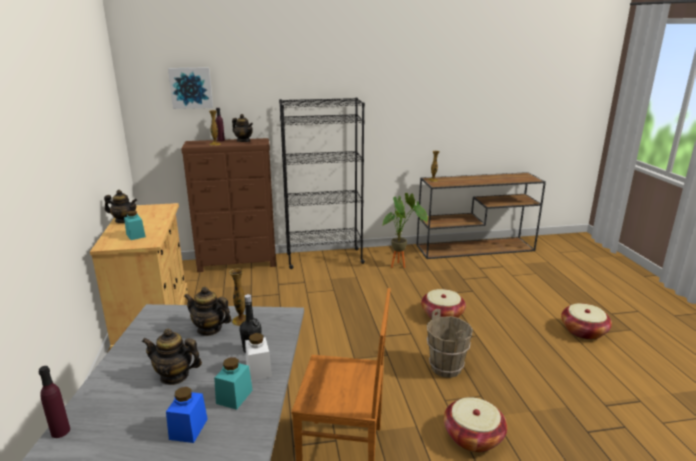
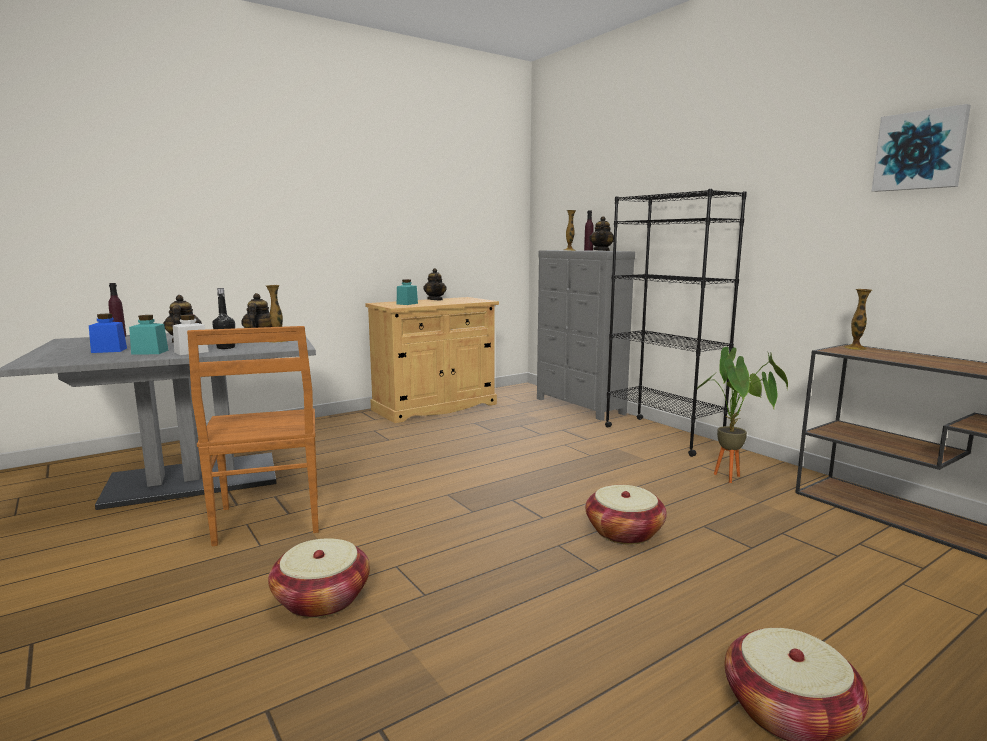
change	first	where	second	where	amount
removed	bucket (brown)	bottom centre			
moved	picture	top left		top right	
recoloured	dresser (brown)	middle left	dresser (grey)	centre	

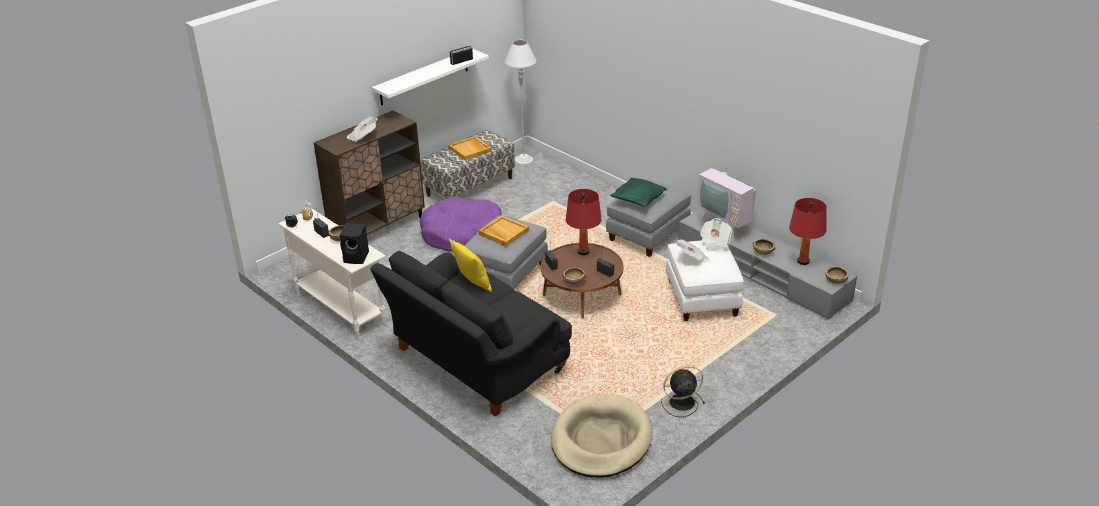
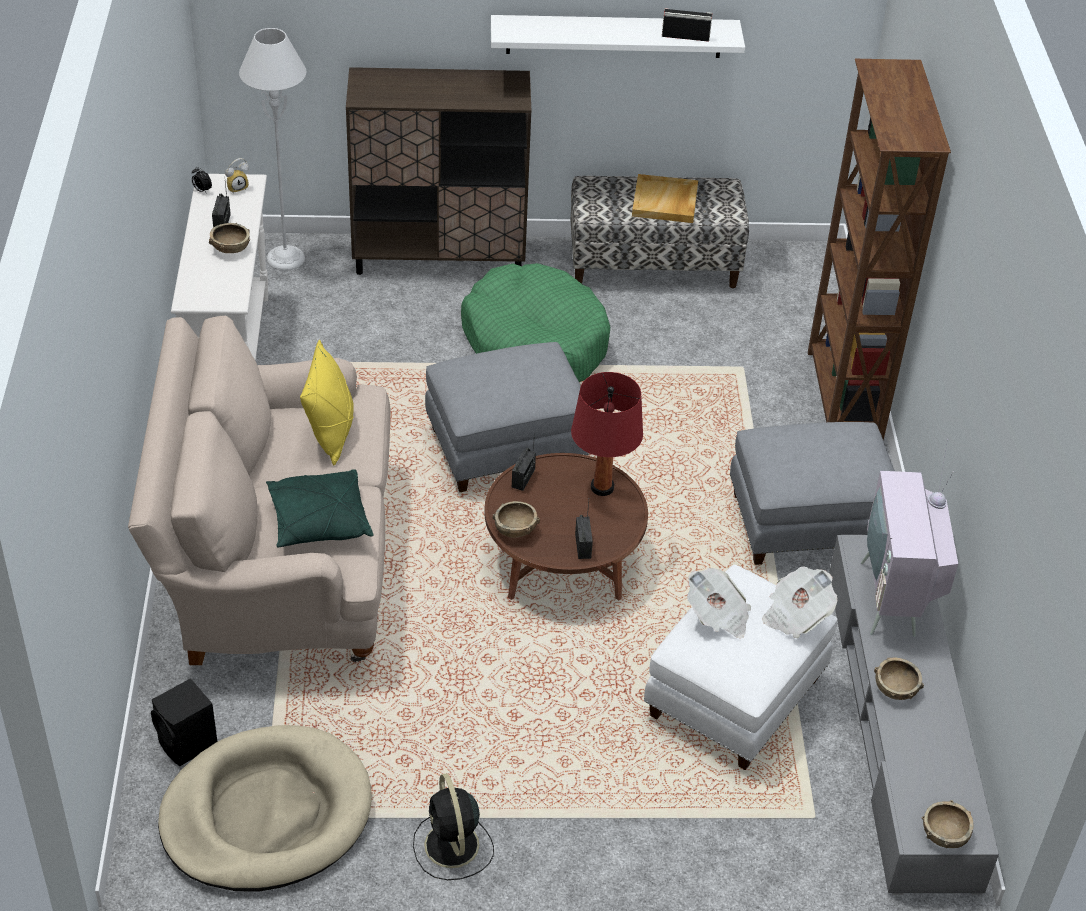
change	first	where	second	where	amount
removed	newspaper (1st from left)	top left			
removed	tray (beige) (2nd from left)	centre			
removed	table lamp (red) (2nd from left)	middle right			
added			bookcase (brown)	top right	
moved	speaker (black)	middle left		bottom left	
moved	floor lamp (grey)	top centre		top left	
moved	pillow (green)	centre		middle left	
recoloured	sofa (black)	centre	sofa (beige)	middle left	
recoloured	dog bed (purple)	centre	dog bed (green)	centre	
turned	fan (black)	bottom centre		bottom centre	135 degrees counterclockwise

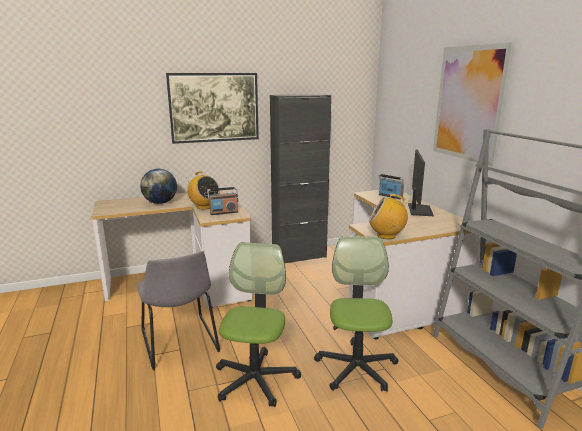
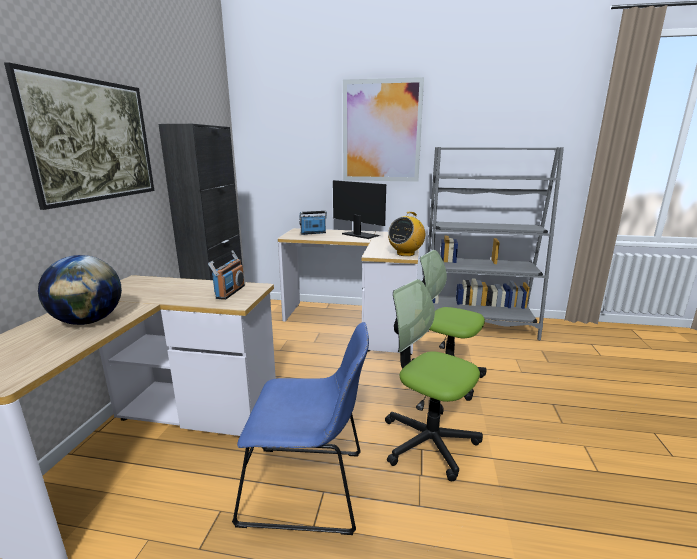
change	first	where	second	where	amount
removed	radio (1st from left)	centre			
recoloured	chair (grey)	bottom left	chair (blue)	bottom centre	

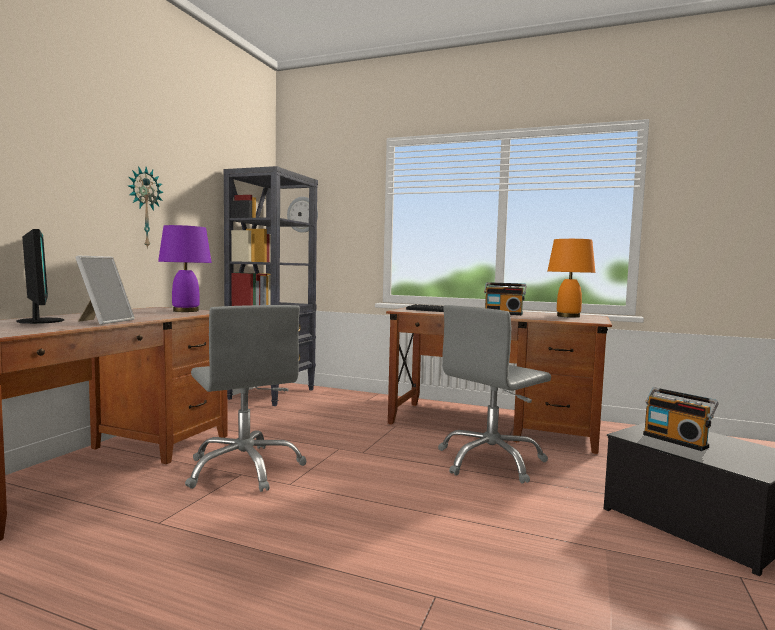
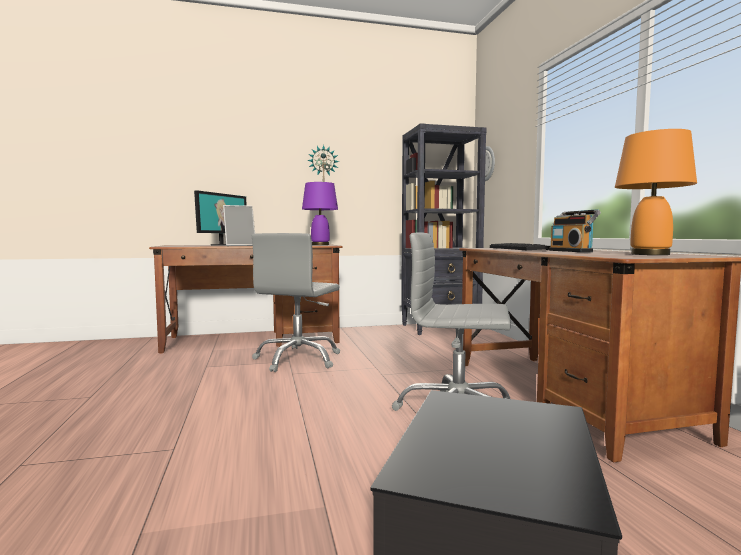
change	first	where	second	where	amount
removed	radio (2nd from left)	middle right			

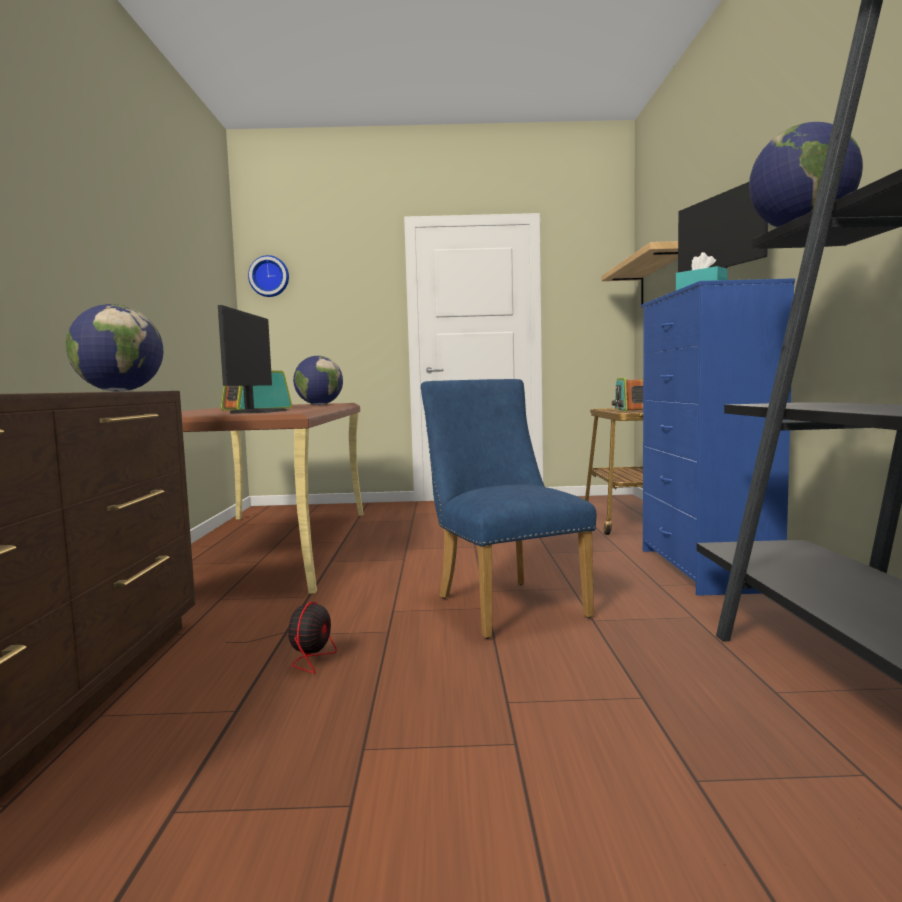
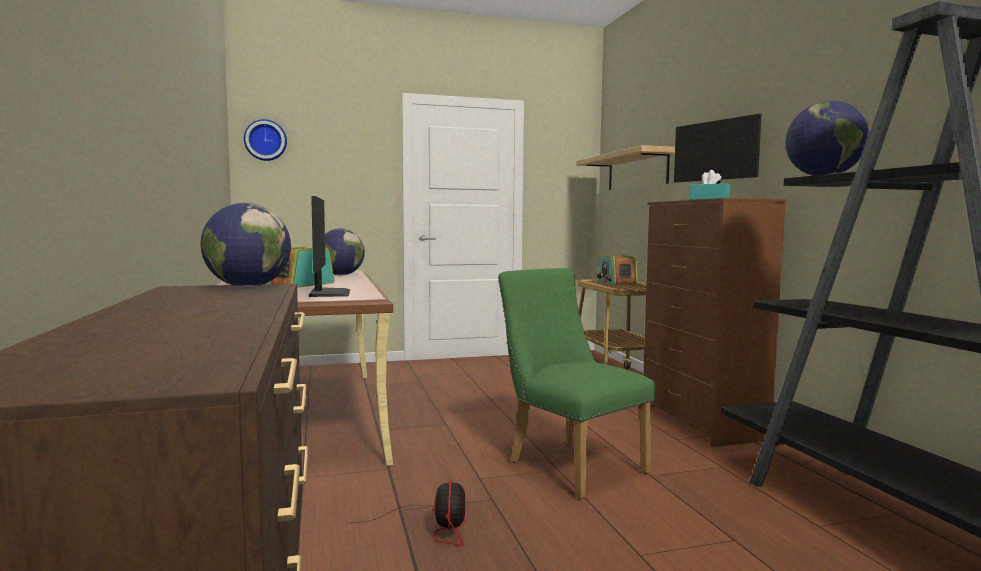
change	first	where	second	where	amount
recoloured	chair (blue)	centre	chair (green)	bottom centre	
recoloured	dresser (blue)	middle right	dresser (brown) (2nd from left)	middle right	

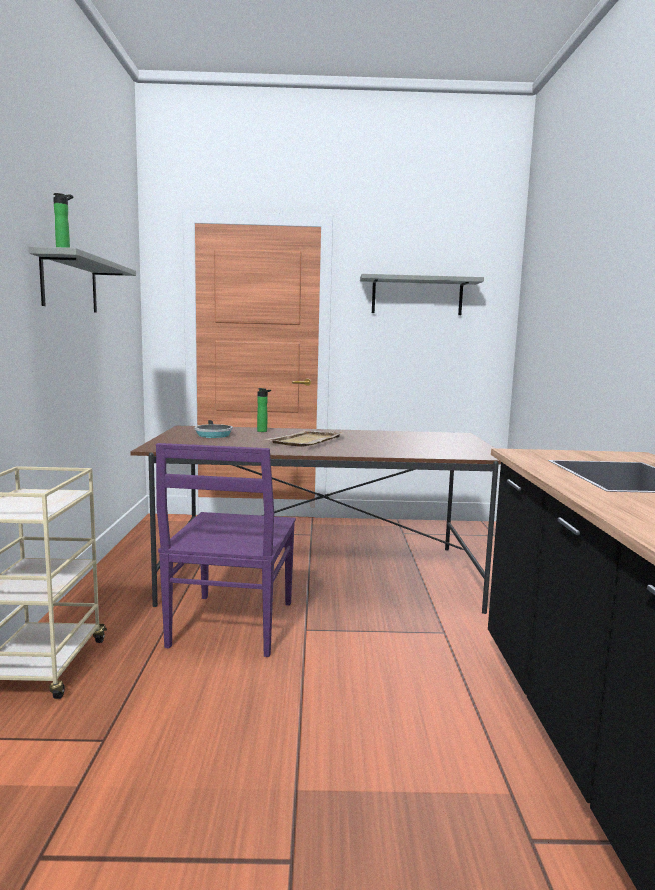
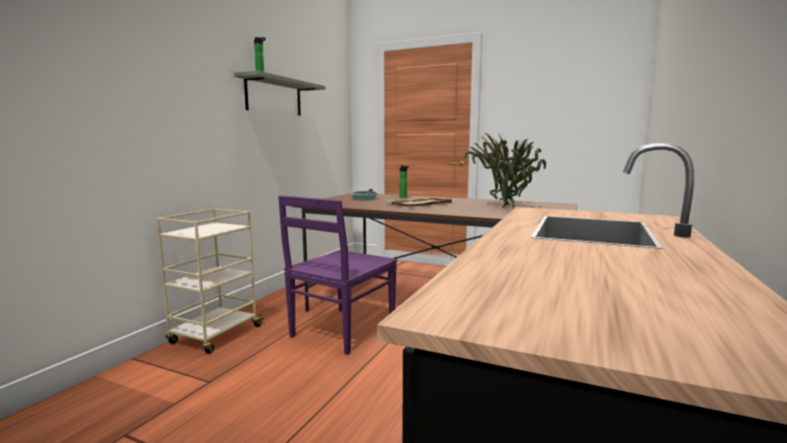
change	first	where	second	where	amount
removed	shelf (grey) (2nd from left)	top centre			
added			potted plant	centre	

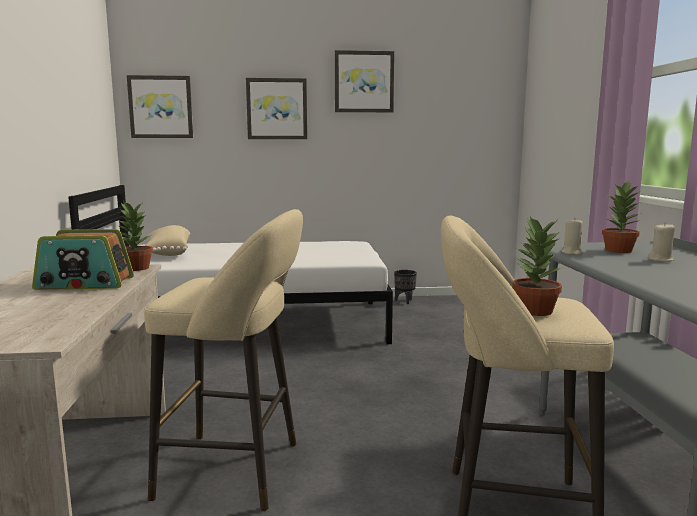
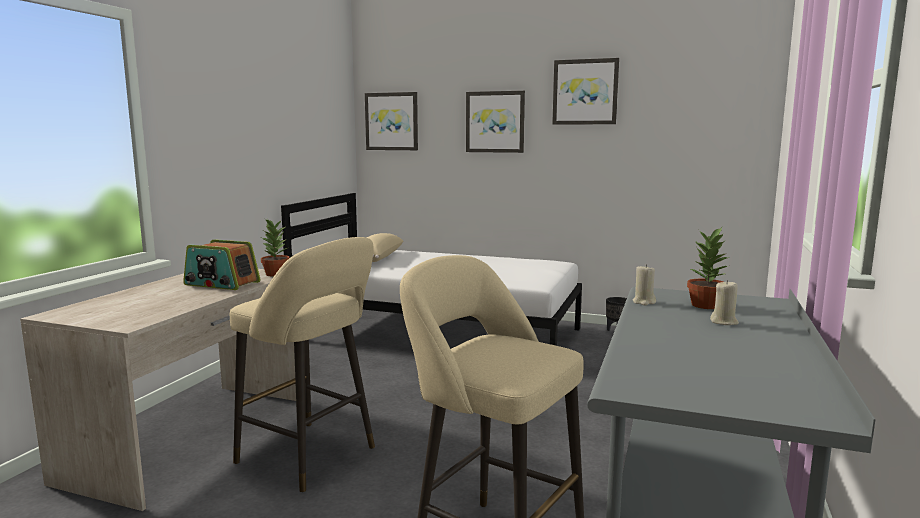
change	first	where	second	where	amount
removed	potted plant (2nd from left)	middle right			

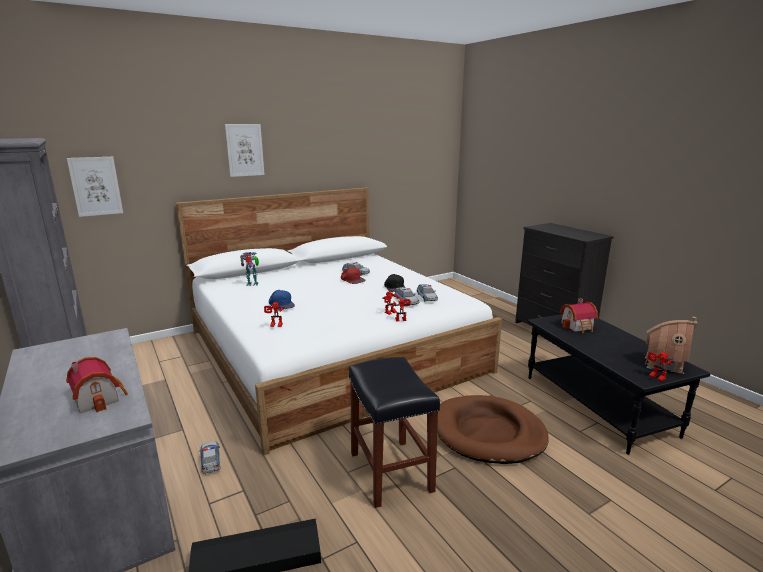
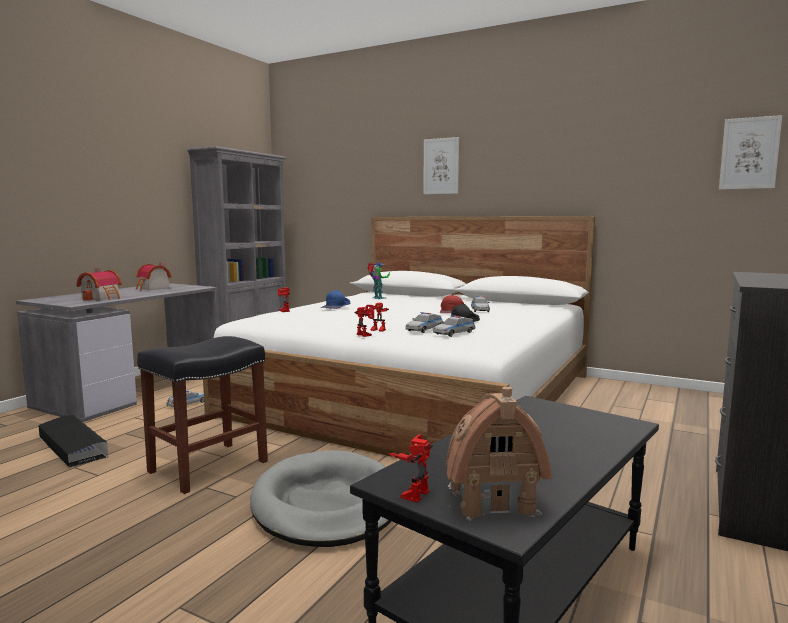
change	first	where	second	where	amount
moved	picture (1st from left in the first image)	top left	picture (2nd from left)	top right	
moved	toy house (2nd from left)	middle right		middle left	
recoloured	dog bed (brown)	bottom centre	dog bed (grey)	bottom centre	

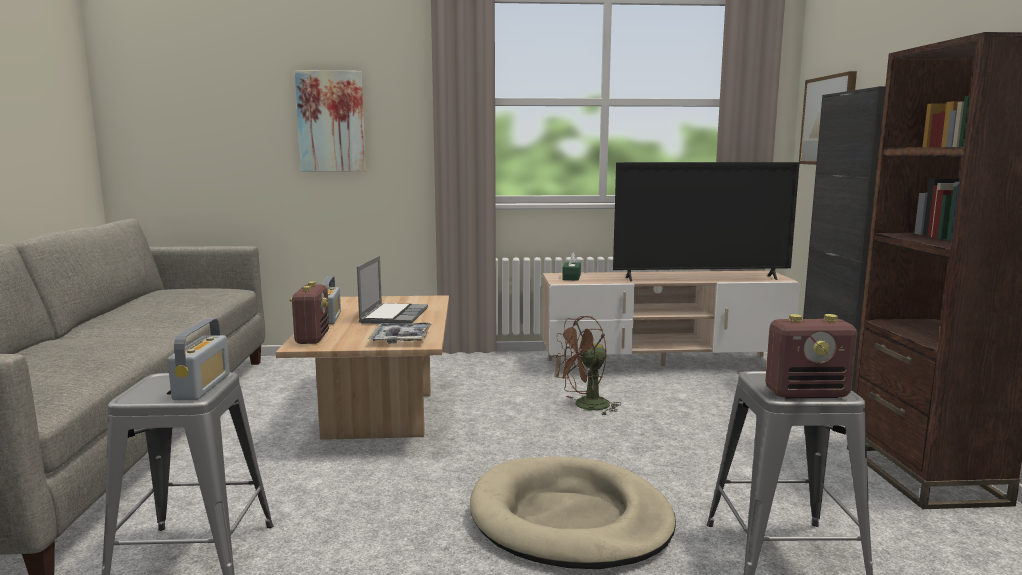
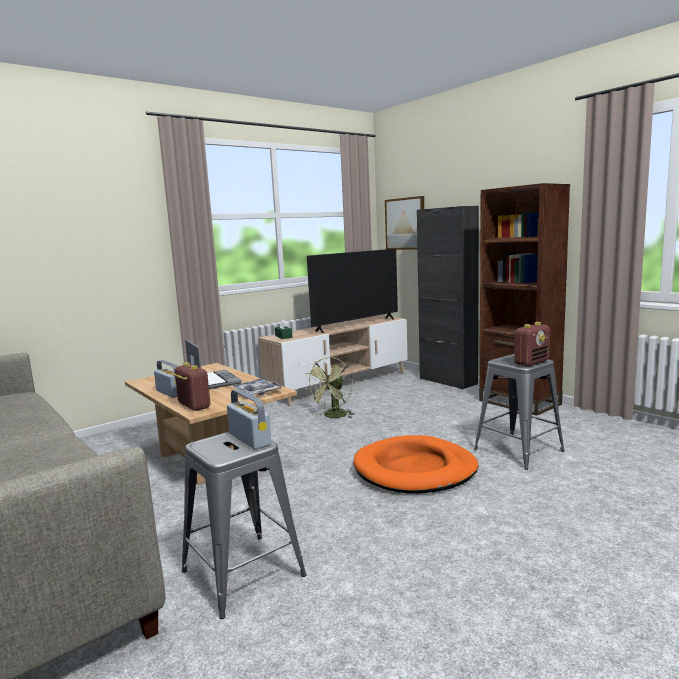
change	first	where	second	where	amount
removed	picture (1st from left)	top left			
recoloured	dog bed (beige)	bottom centre	dog bed (orange)	bottom centre	
recoloured	fan (brown)	centre	fan (green)	centre	

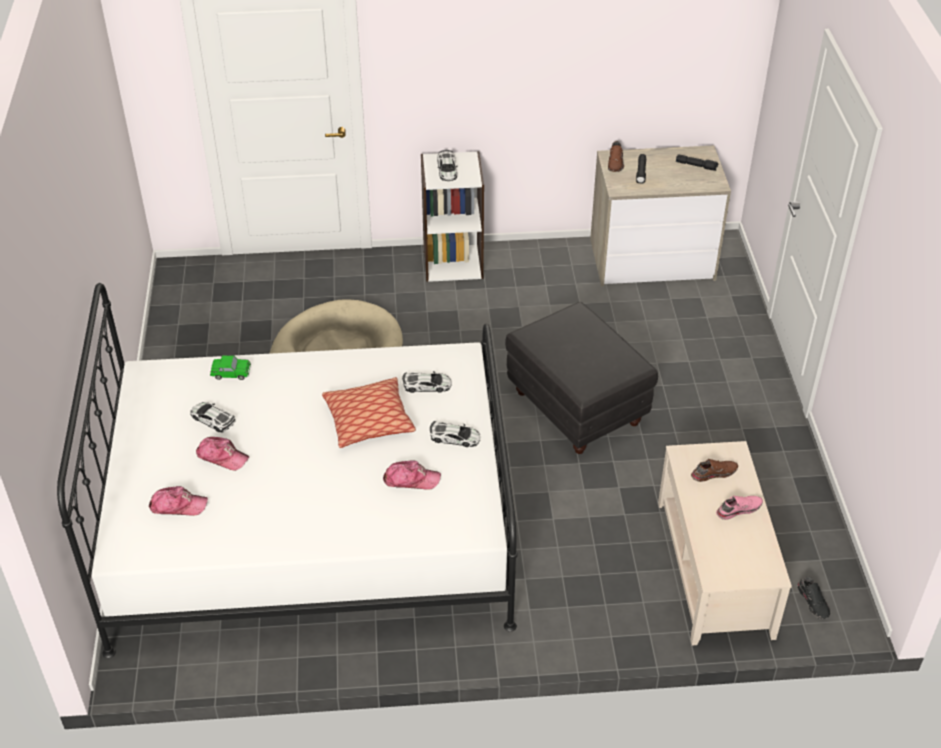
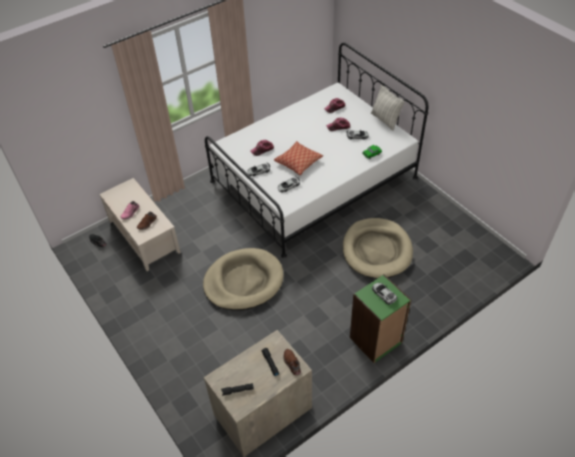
change	first	where	second	where	amount
added			pillow (2nd from left)	top right	
replaced	ottoman (black)	centre	dog bed (beige) (1st from left)	centre	
recoloured	bookcase (white)	top centre	bookcase (green)	bottom centre	

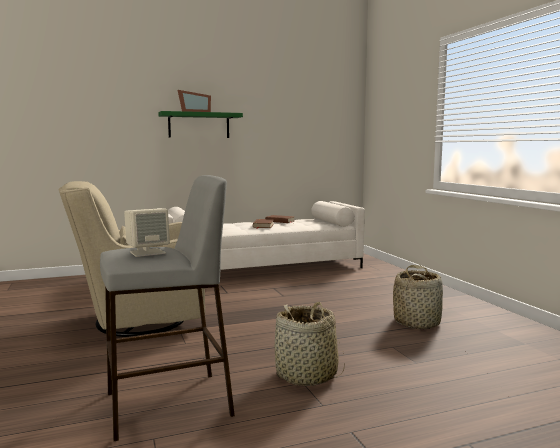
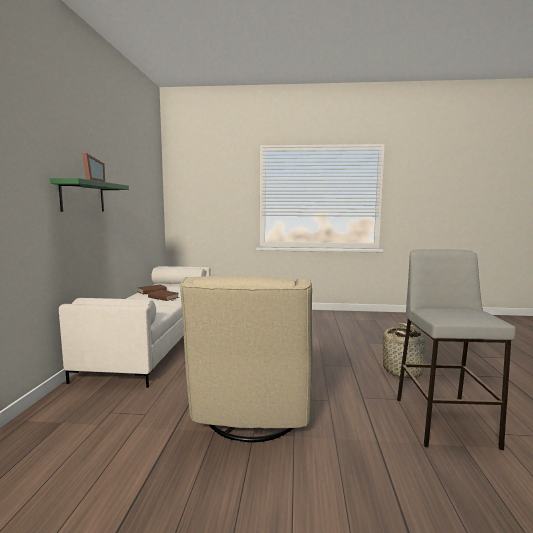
change	first	where	second	where	amount
removed	speaker (beige)	middle left			
removed	basket (2nd from left)	middle right			

